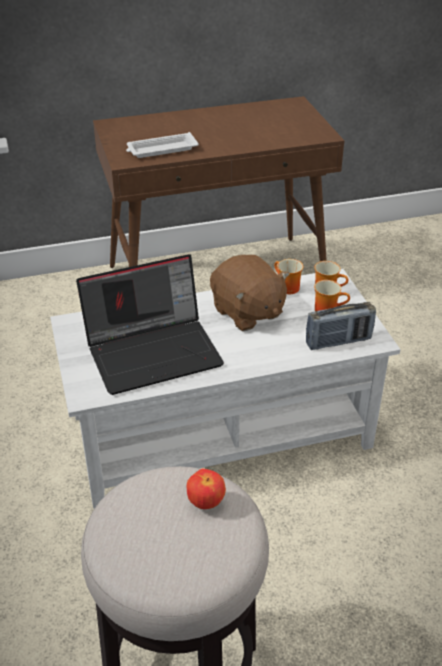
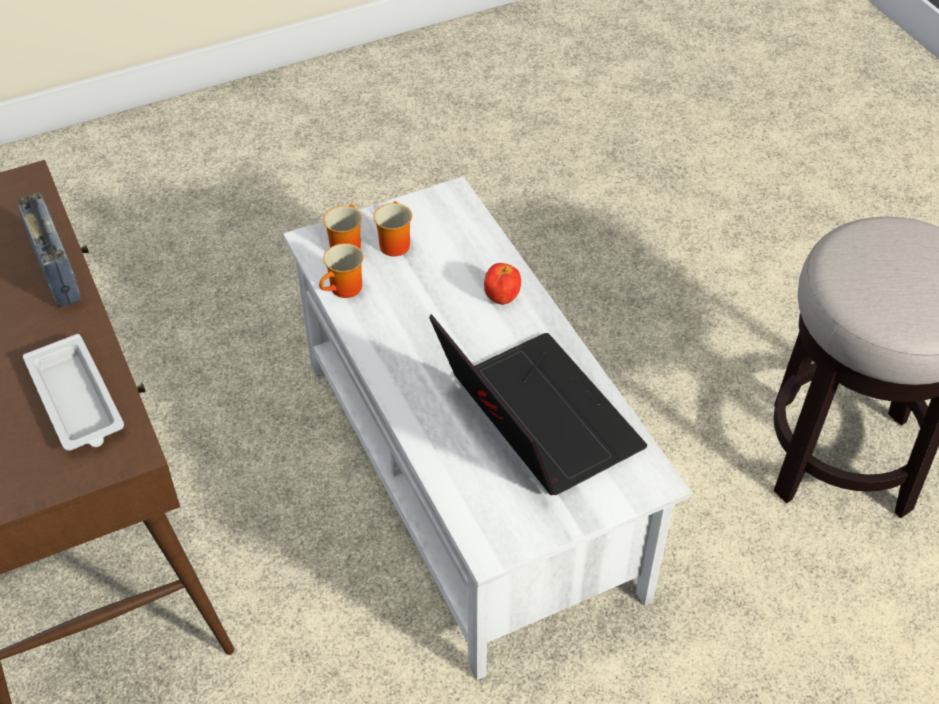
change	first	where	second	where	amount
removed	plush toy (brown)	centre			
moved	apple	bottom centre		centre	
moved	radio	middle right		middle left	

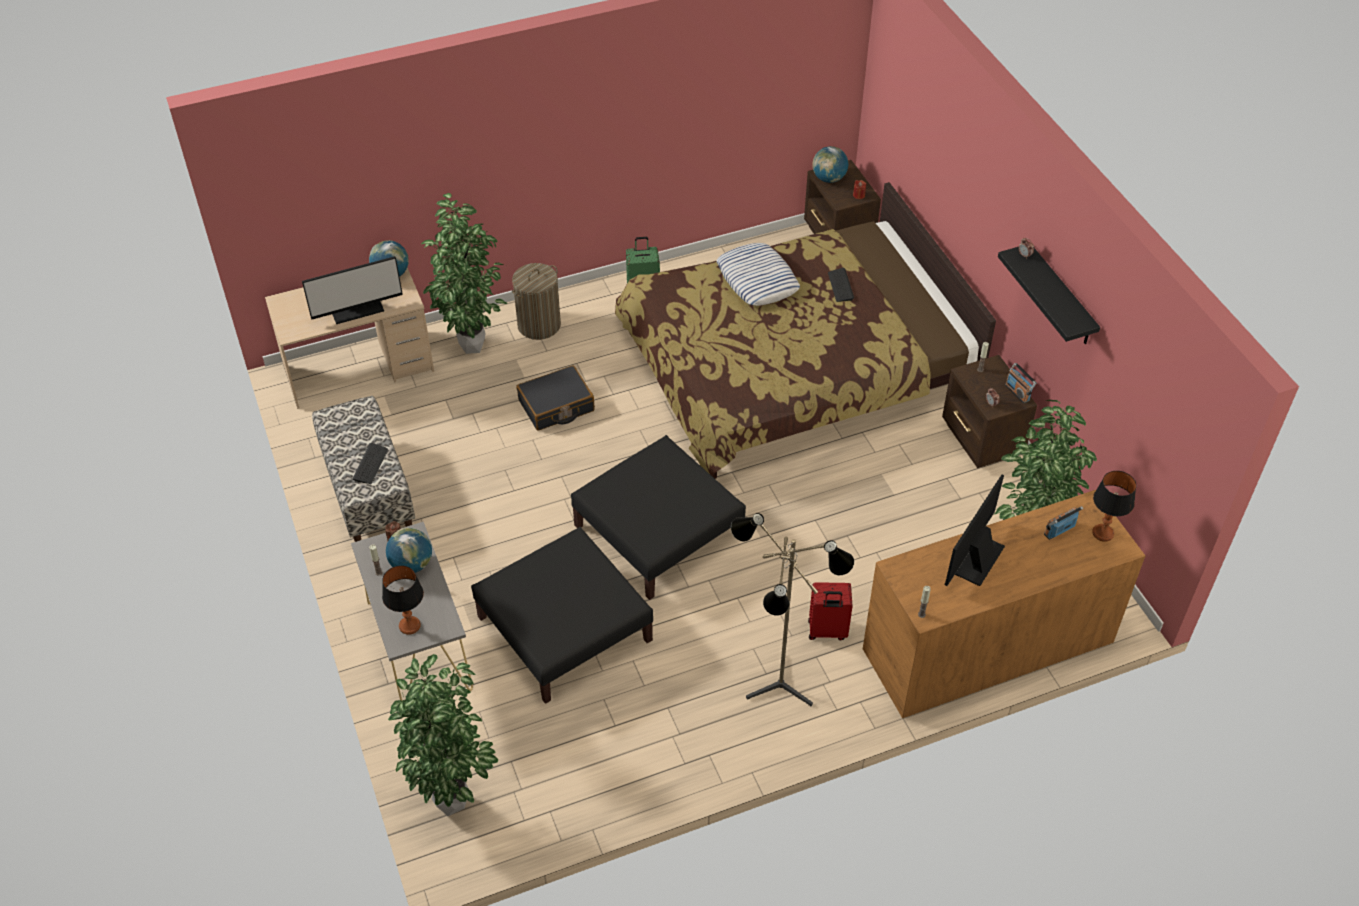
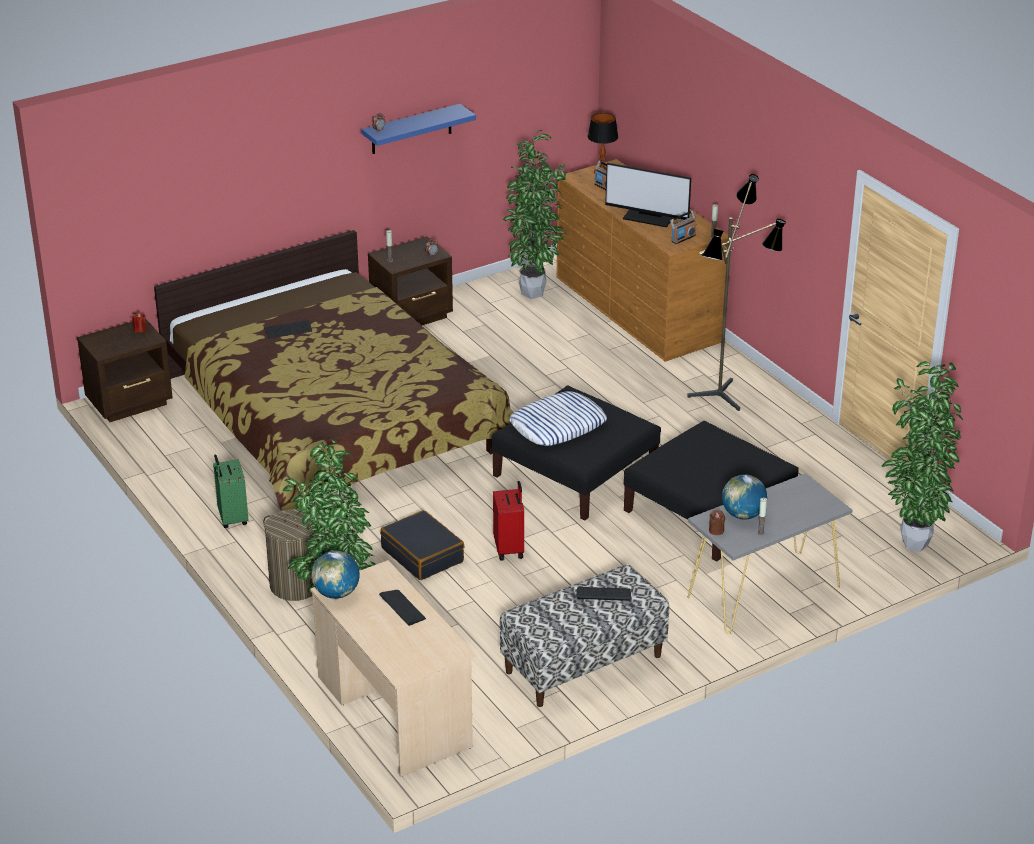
change	first	where	second	where	amount
removed	table lamp (1st from left)	middle left			
removed	globe (3rd from left)	top centre			
moved	pillow	top centre		centre	
moved	suitcase (red)	bottom centre		centre	
moved	radio (1st from left in the first image)	middle right	radio (2nd from left)	top centre	
replaced	monitor (1st from left)	top left	keyboard (2nd from left)	bottom centre	
recoloured	shelf (black)	top right	shelf (blue)	top centre	

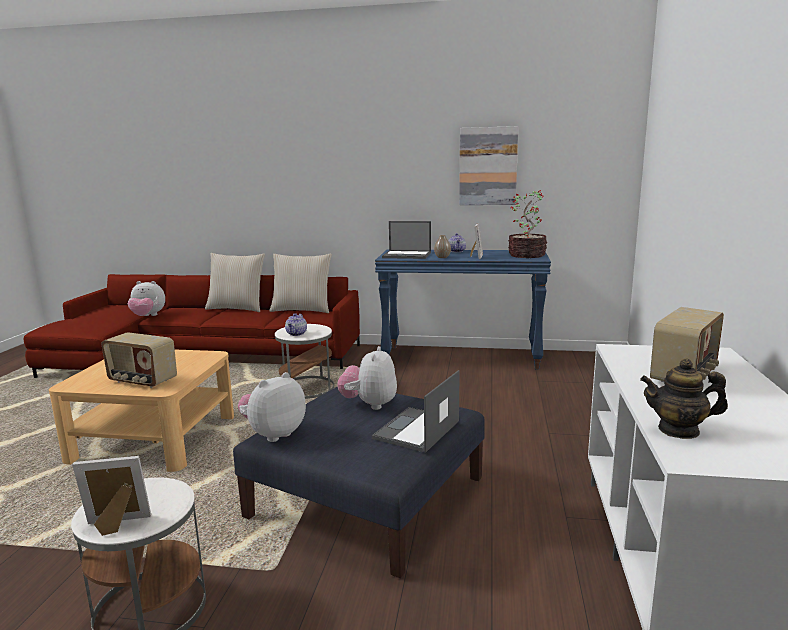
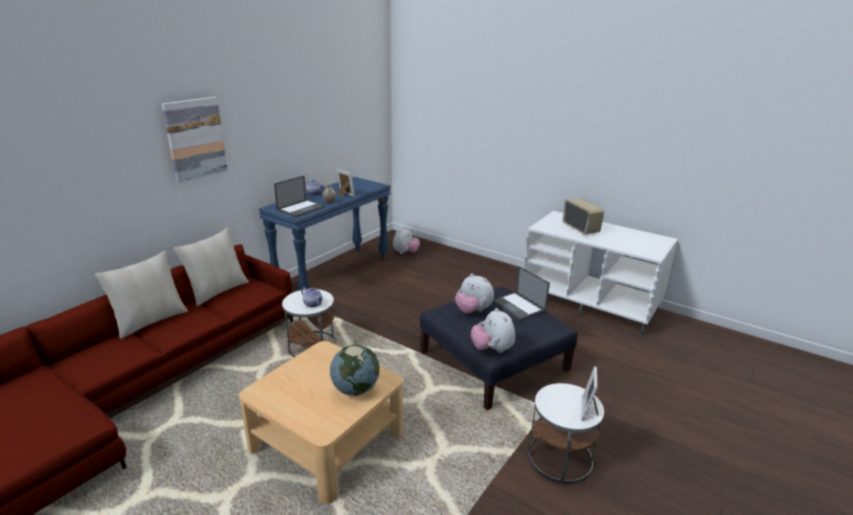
change	first	where	second	where	amount
removed	potted plant	middle right			
removed	teapot (3rd from left)	middle right			
moved	plush toy (1st from left)	middle left		centre	
moved	picture	top centre		top left	
replaced	radio (1st from left)	middle left	globe	bottom centre	

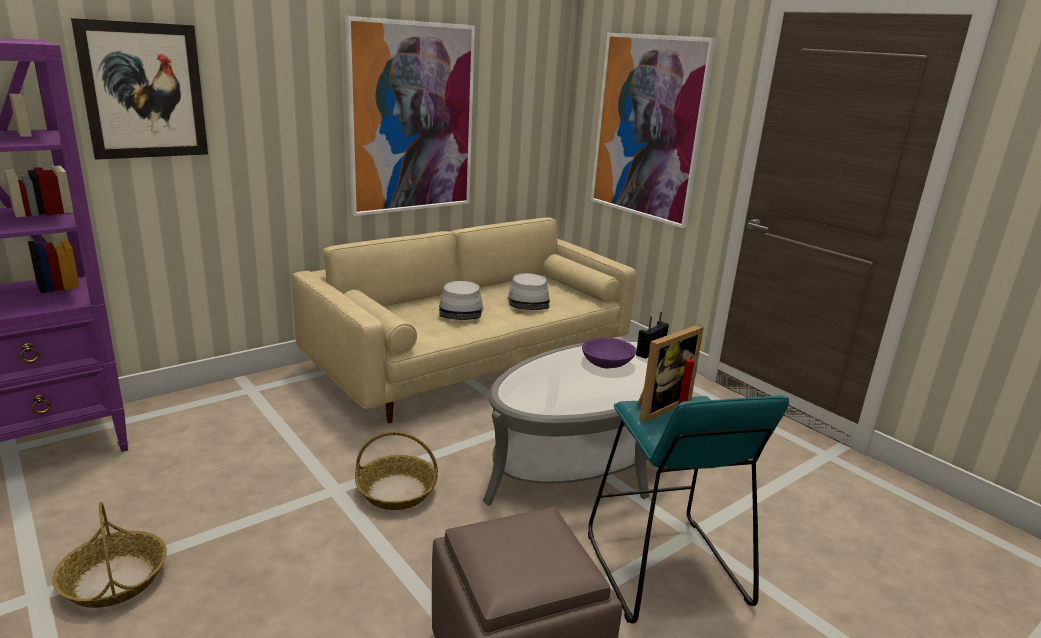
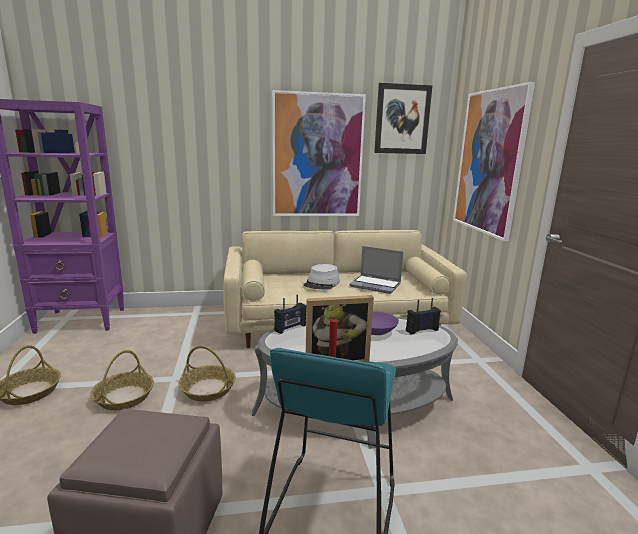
change	first	where	second	where	amount
added			basket (2nd from left)	bottom left	
added			radio (1st from left)	centre	
moved	picture (1st from left in the first image)	top left	picture (2nd from left)	top centre	
replaced	hat (grey) (2nd from left)	centre	laptop	centre	

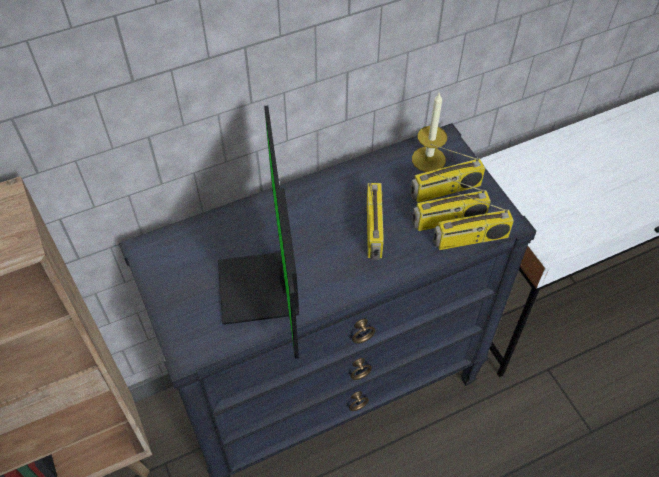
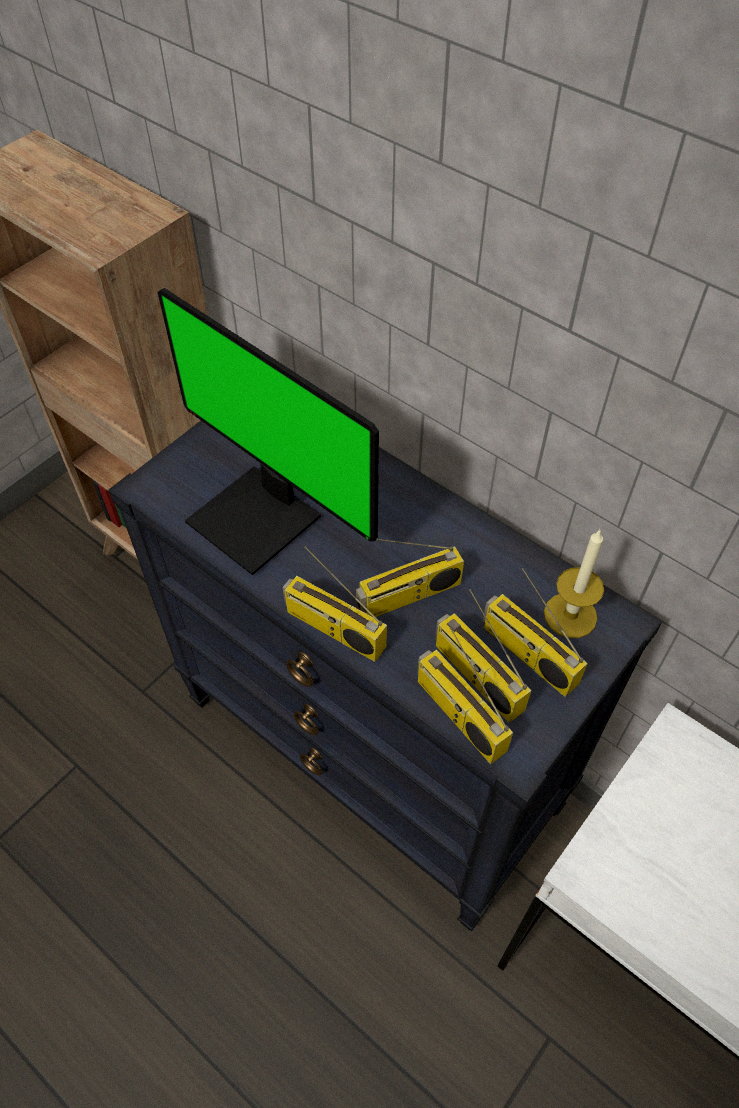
change	first	where	second	where	amount
added			radio (1st from left)	centre	
turned	monitor	centre		centre	105 degrees counterclockwise

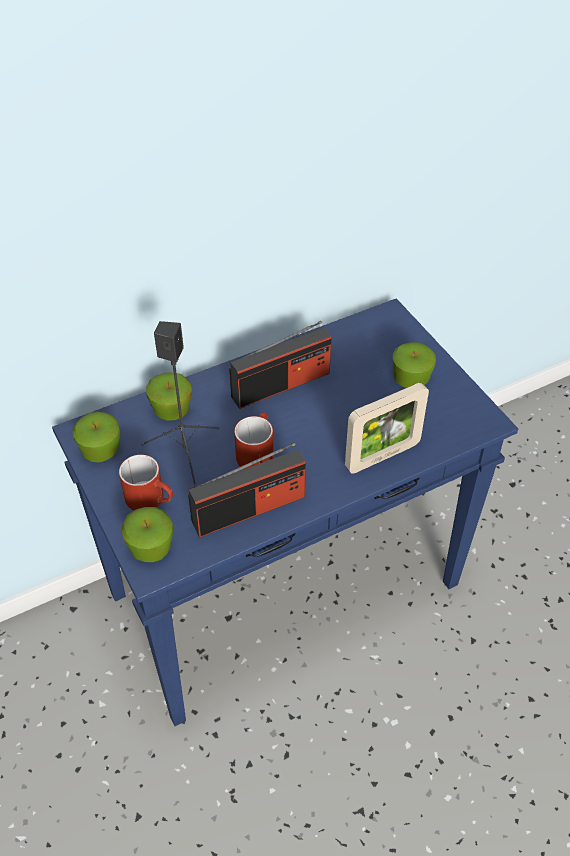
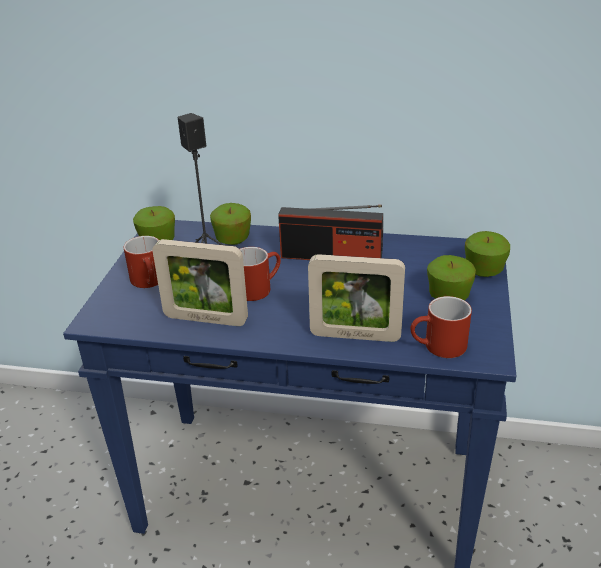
change	first	where	second	where	amount
added			mug (red) (3rd from left)	middle right	
moved	apple (2nd from left in the first image)	middle left	apple (4th from left)	middle right	
replaced	radio (1st from left)	centre	picture frame (1st from left)	middle left	

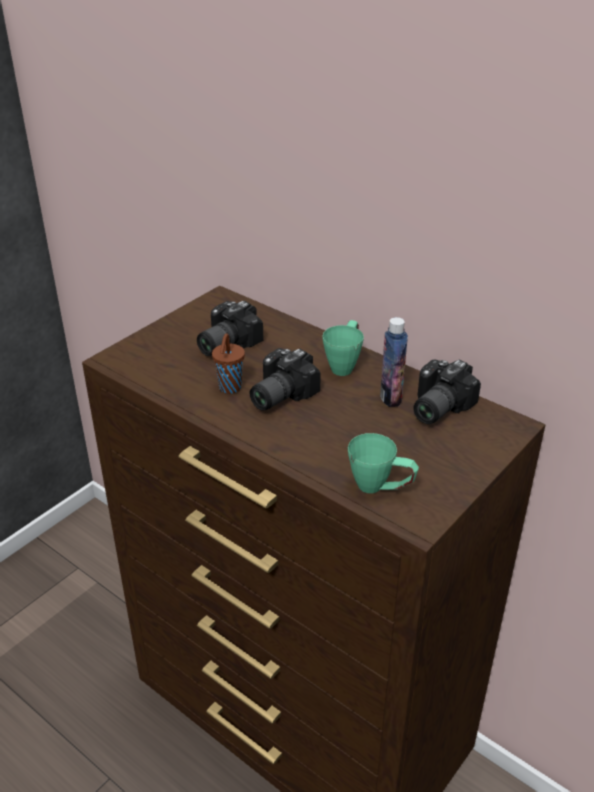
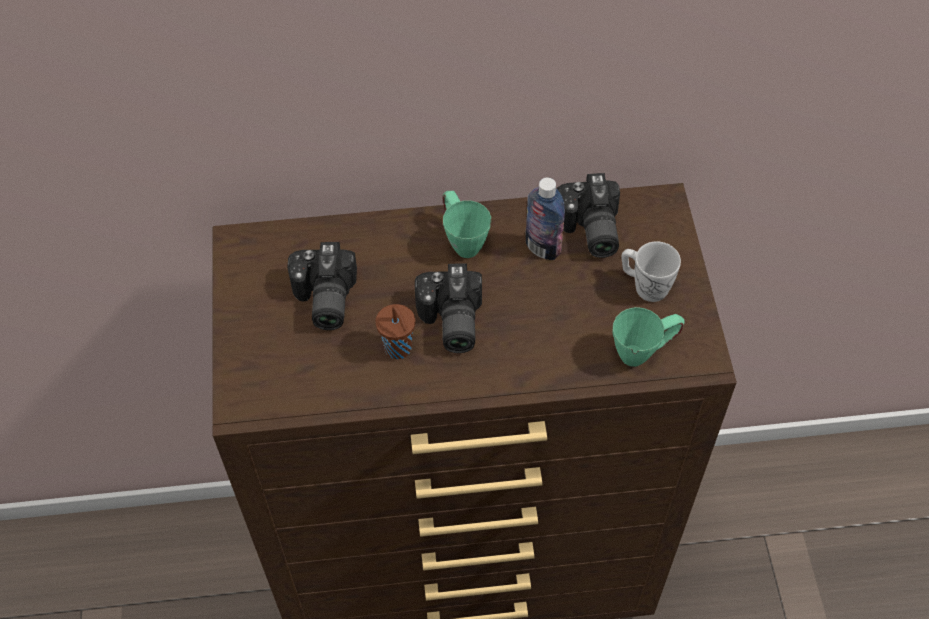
change	first	where	second	where	amount
added			mug (white)	middle right	

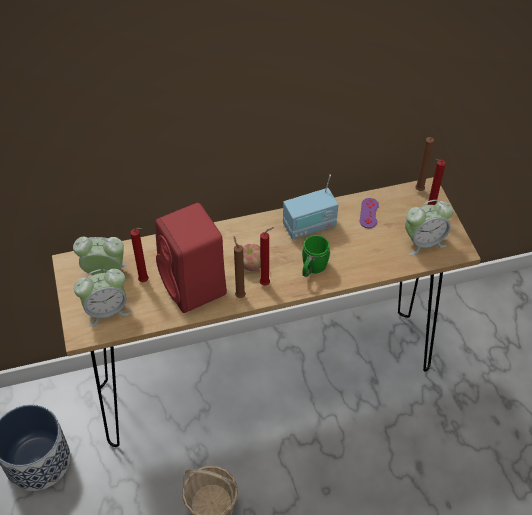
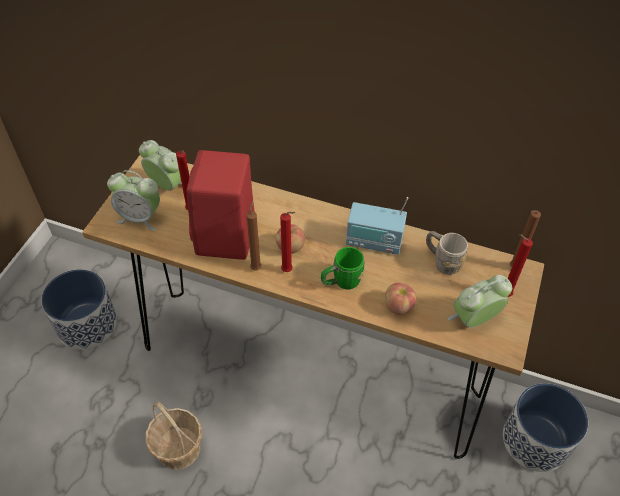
change	first	where	second	where	amount
added			apple (2nd from left)	centre	
added			planter (2nd from left)	bottom right	
replaced	game controller (purple)	middle right	mug (grey)	middle right	
turned	alarm clock (3rd from left)	middle right		middle right	135 degrees clockwise

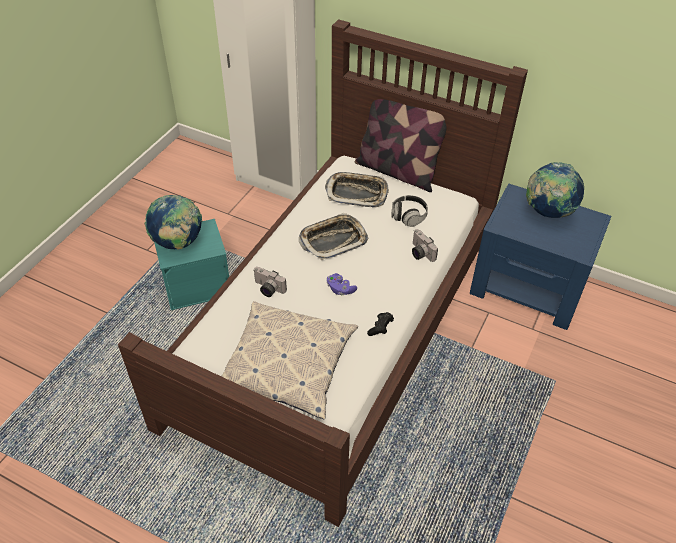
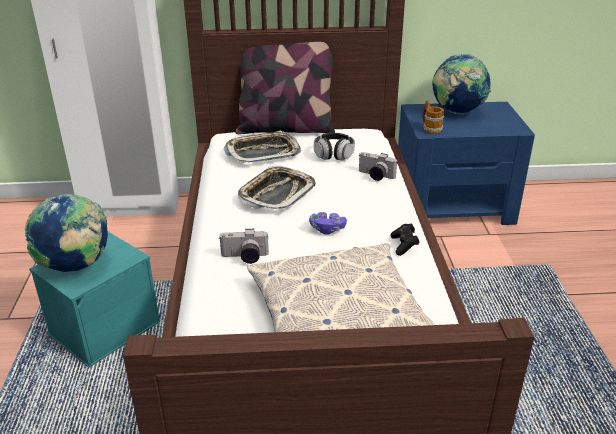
change	first	where	second	where	amount
added			mug	top right	

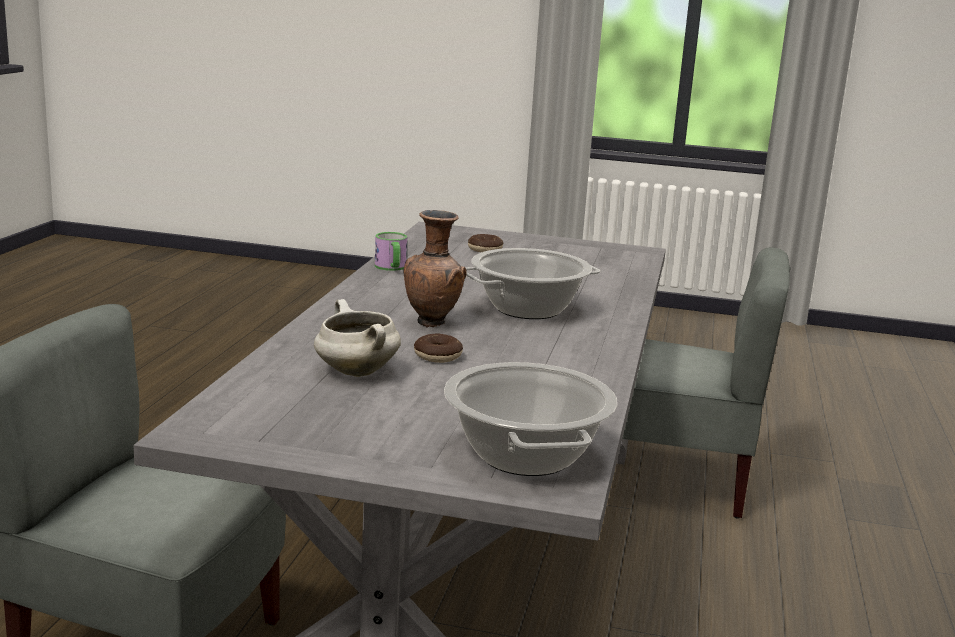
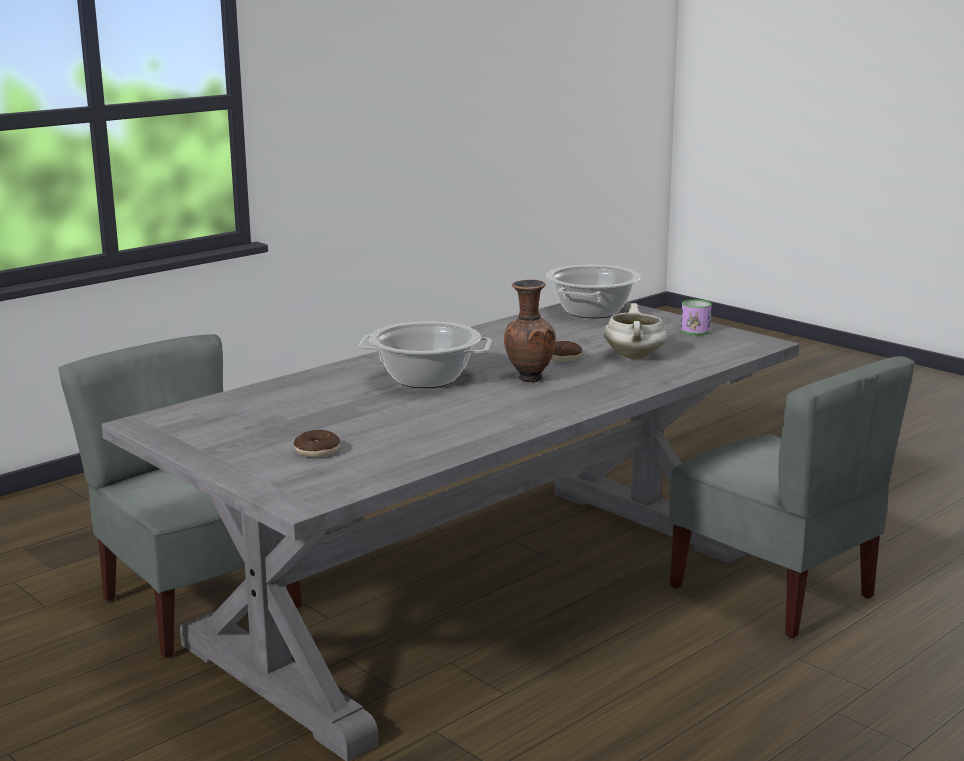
change	first	where	second	where	amount
moved	mug	centre		middle right	

